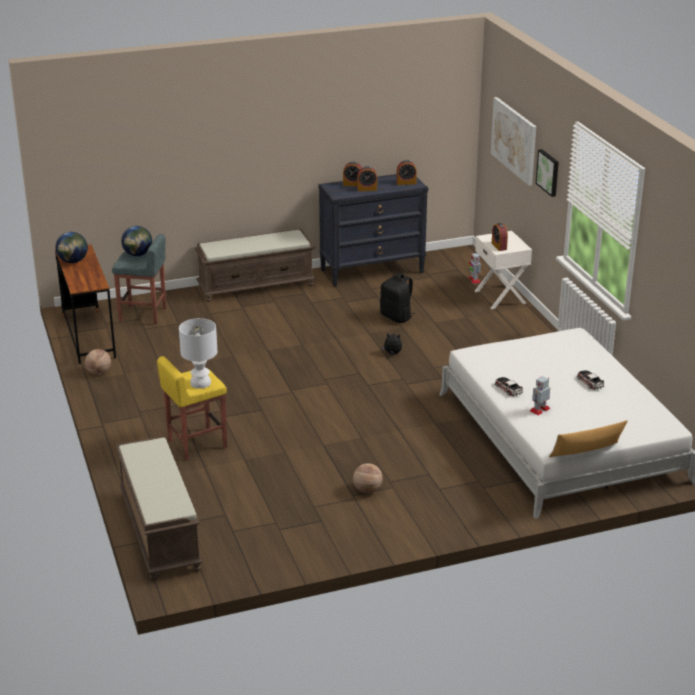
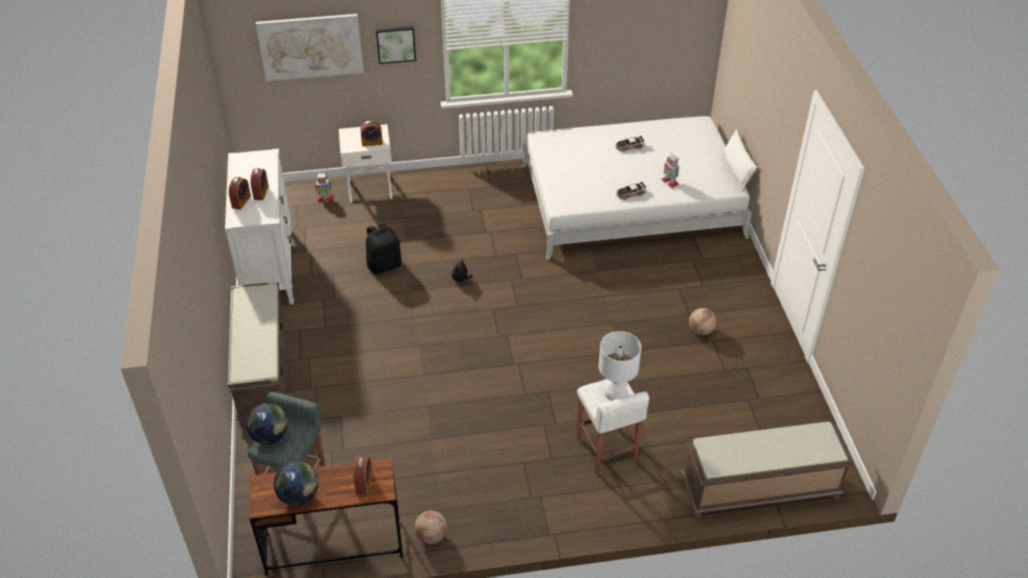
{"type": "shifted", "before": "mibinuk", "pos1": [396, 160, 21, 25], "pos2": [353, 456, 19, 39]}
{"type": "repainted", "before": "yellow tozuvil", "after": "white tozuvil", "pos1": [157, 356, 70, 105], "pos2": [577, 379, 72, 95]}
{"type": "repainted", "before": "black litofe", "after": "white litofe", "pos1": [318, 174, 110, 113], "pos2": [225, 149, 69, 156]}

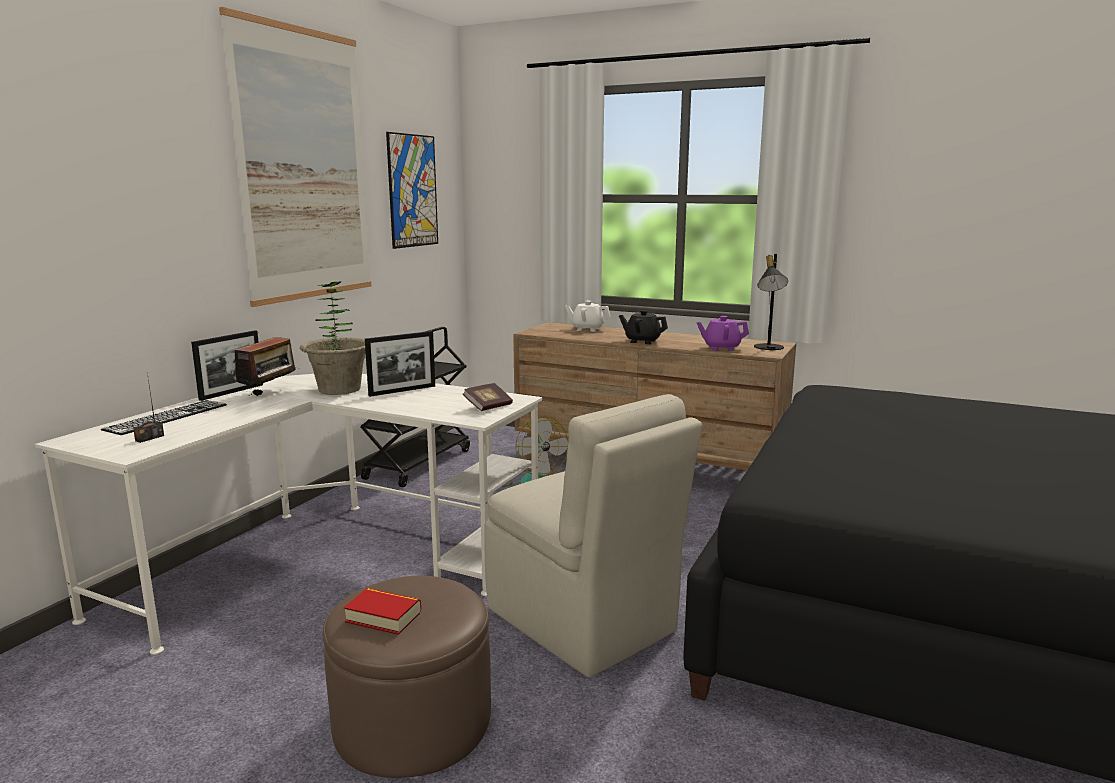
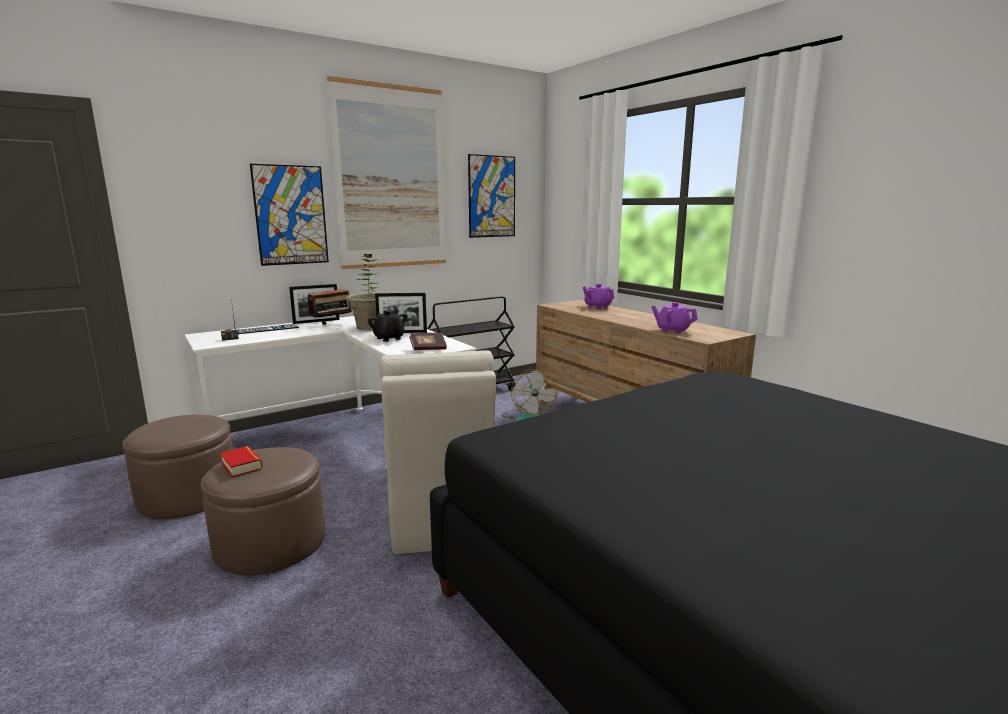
{"type": "gone", "before": "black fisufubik", "pos1": [754, 254, 34, 96]}
{"type": "new", "after": "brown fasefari", "pos2": [123, 415, 110, 104]}
{"type": "new", "after": "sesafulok", "pos2": [250, 164, 79, 102]}
{"type": "shifted", "before": "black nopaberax", "pos1": [619, 310, 49, 34], "pos2": [368, 311, 39, 31]}
{"type": "repainted", "before": "white nopaberax", "after": "purple nopaberax", "pos1": [565, 301, 46, 31], "pos2": [583, 284, 31, 25]}

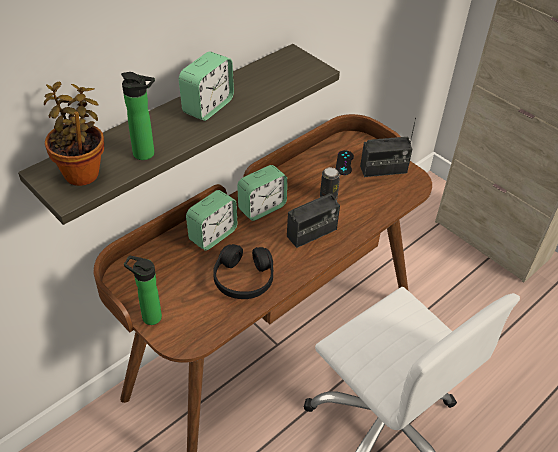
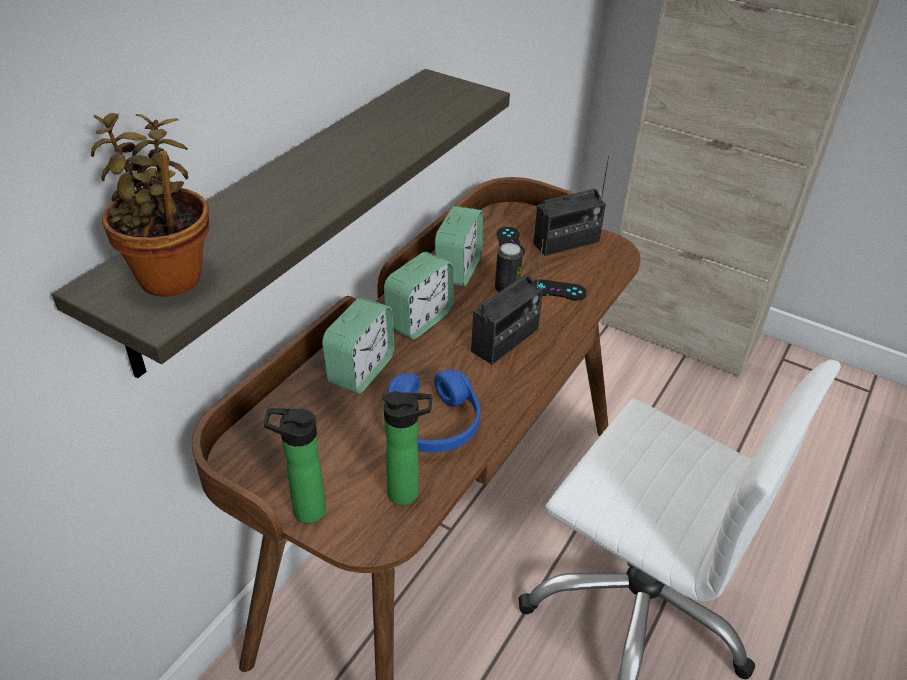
{"type": "new", "after": "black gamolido", "pos2": [533, 279, 54, 22]}
{"type": "shifted", "before": "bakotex", "pos1": [121, 72, 34, 88], "pos2": [382, 391, 50, 114]}
{"type": "shifted", "before": "mibinuk", "pos1": [179, 51, 55, 70], "pos2": [435, 206, 48, 80]}
{"type": "repainted", "before": "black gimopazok", "after": "blue gimopazok", "pos1": [213, 244, 60, 55], "pos2": [387, 369, 93, 84]}

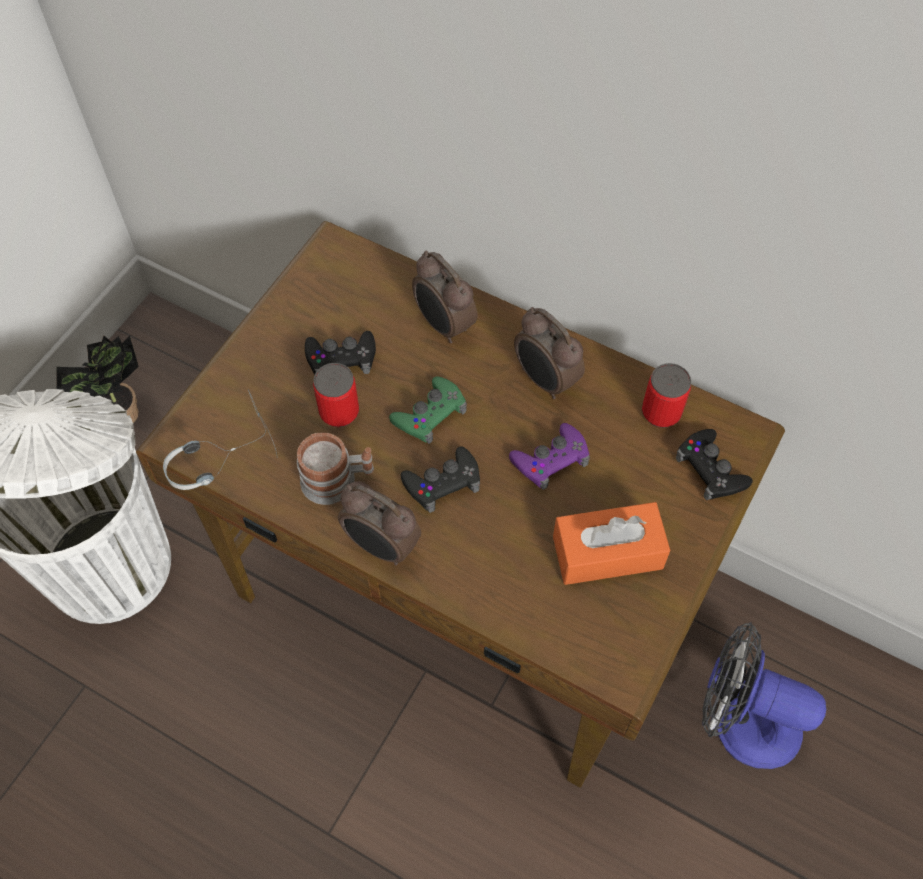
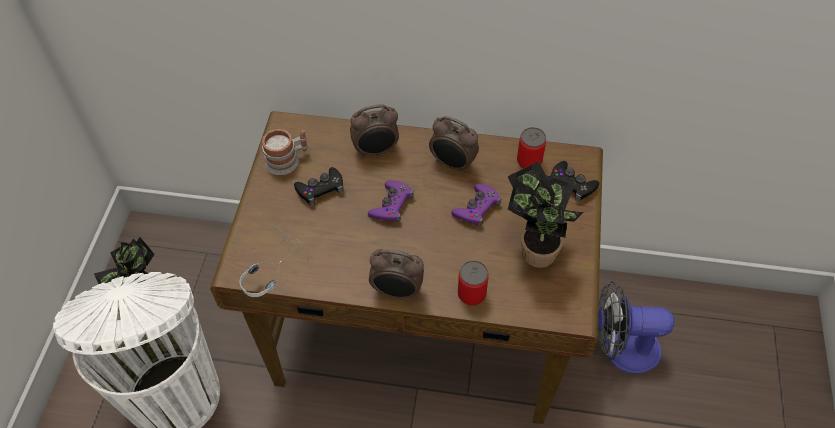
{"type": "gone", "before": "black gamolido", "pos1": [401, 446, 79, 67]}
{"type": "shifted", "before": "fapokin", "pos1": [297, 433, 77, 72], "pos2": [262, 129, 46, 46]}
{"type": "shifted", "before": "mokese", "pos1": [313, 363, 46, 64], "pos2": [458, 261, 31, 44]}
{"type": "swapped", "before": "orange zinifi", "after": "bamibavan", "pos1": [553, 502, 118, 83], "pos2": [507, 161, 77, 107]}
{"type": "repainted", "before": "green gamolido", "after": "purple gamolido", "pos1": [389, 376, 78, 68], "pos2": [368, 181, 46, 41]}
{"type": "rotated", "before": "mibinuk", "pos1": [412, 250, 65, 93], "pos2": [350, 104, 49, 54], "turn": -45}

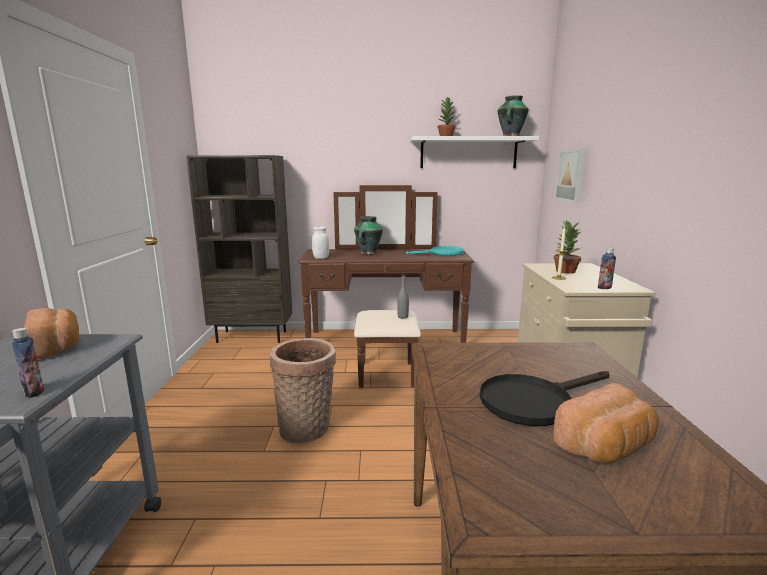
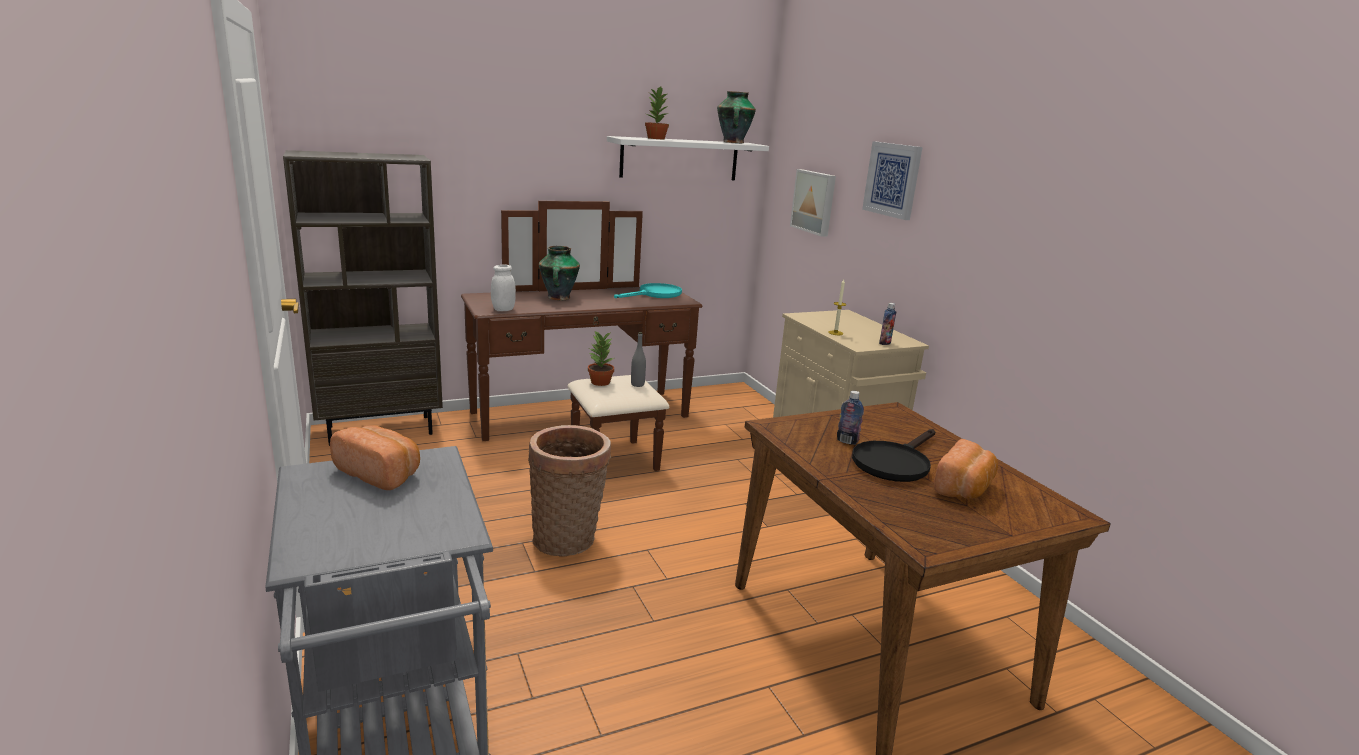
{"type": "new", "after": "sesafulok", "pos2": [862, 141, 61, 79]}
{"type": "shifted", "before": "bakotex", "pos1": [12, 328, 32, 70], "pos2": [837, 391, 27, 54]}
{"type": "shifted", "before": "bamibavan", "pos1": [554, 221, 27, 53], "pos2": [588, 331, 26, 55]}

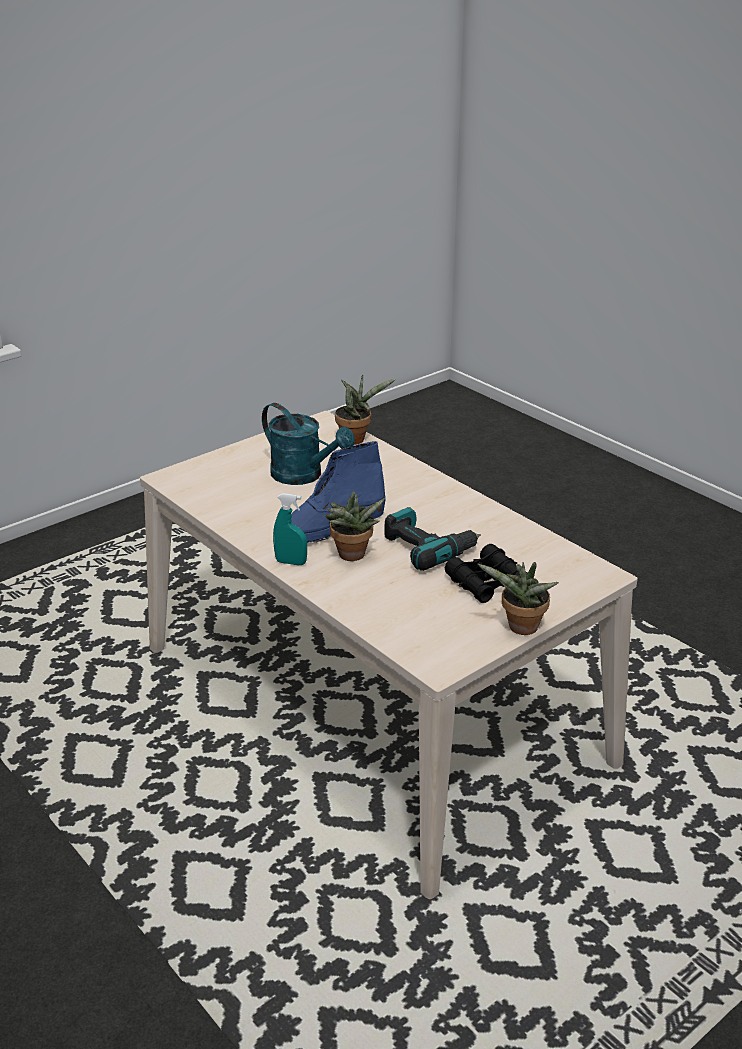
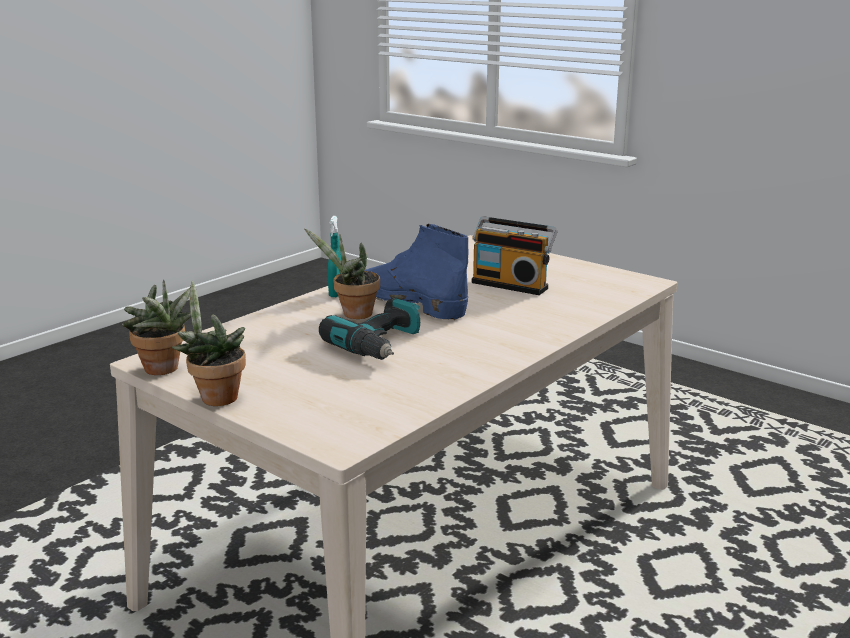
{"type": "gone", "before": "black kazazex", "pos1": [445, 544, 82, 59]}
{"type": "shifted", "before": "bamibavan", "pos1": [335, 375, 61, 70], "pos2": [122, 279, 69, 96]}
{"type": "swapped", "before": "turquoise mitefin", "after": "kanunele", "pos1": [262, 403, 93, 82], "pos2": [472, 216, 85, 79]}

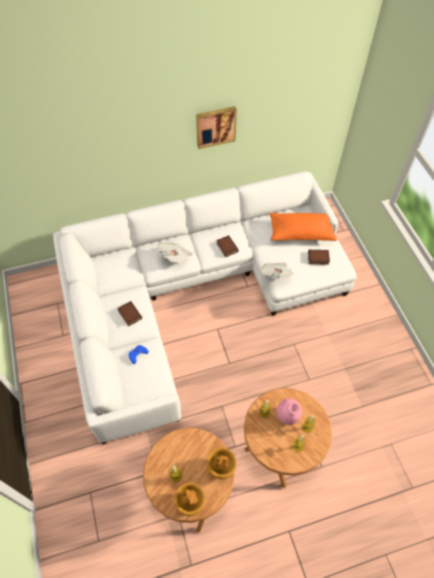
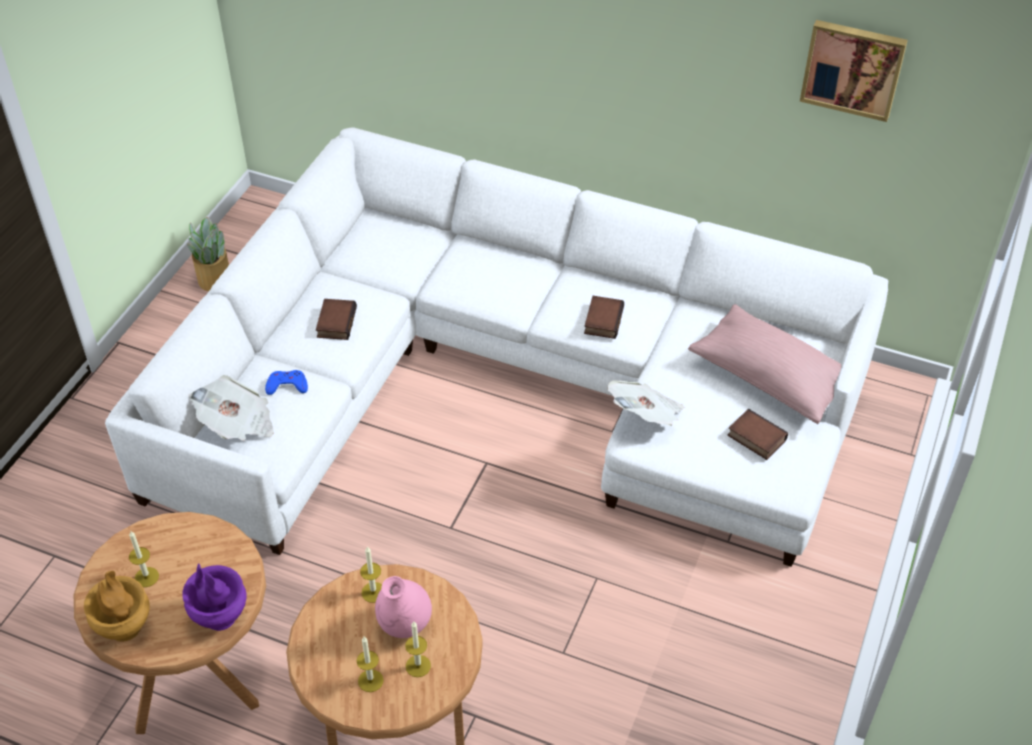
{"type": "new", "after": "bamibavan", "pos2": [187, 217, 42, 74]}
{"type": "shifted", "before": "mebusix", "pos1": [157, 243, 35, 20], "pos2": [189, 375, 85, 66]}
{"type": "shifted", "before": "sesafulok", "pos1": [196, 106, 41, 43], "pos2": [800, 20, 108, 102]}
{"type": "repainted", "before": "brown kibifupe", "after": "purple kibifupe", "pos1": [207, 447, 29, 32], "pos2": [182, 563, 65, 68]}
{"type": "repainted", "before": "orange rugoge", "after": "pink rugoge", "pos1": [270, 213, 67, 28], "pos2": [688, 304, 154, 120]}

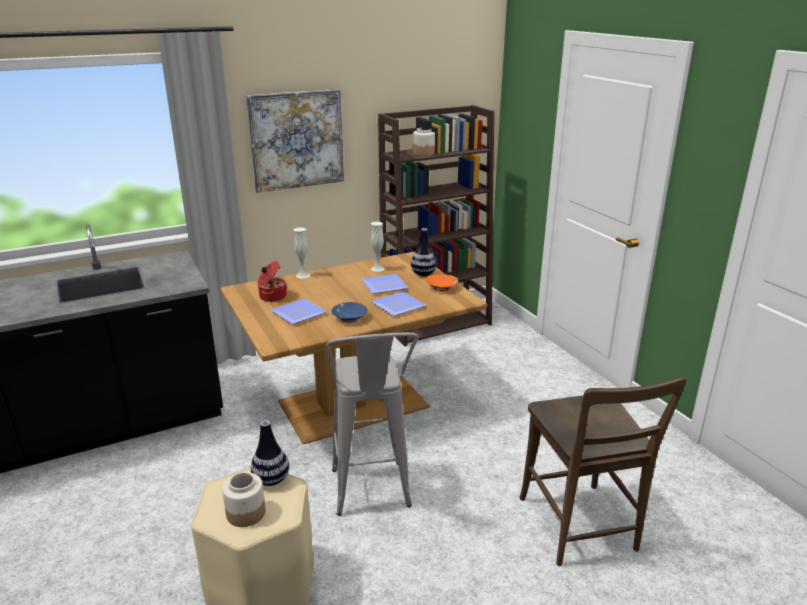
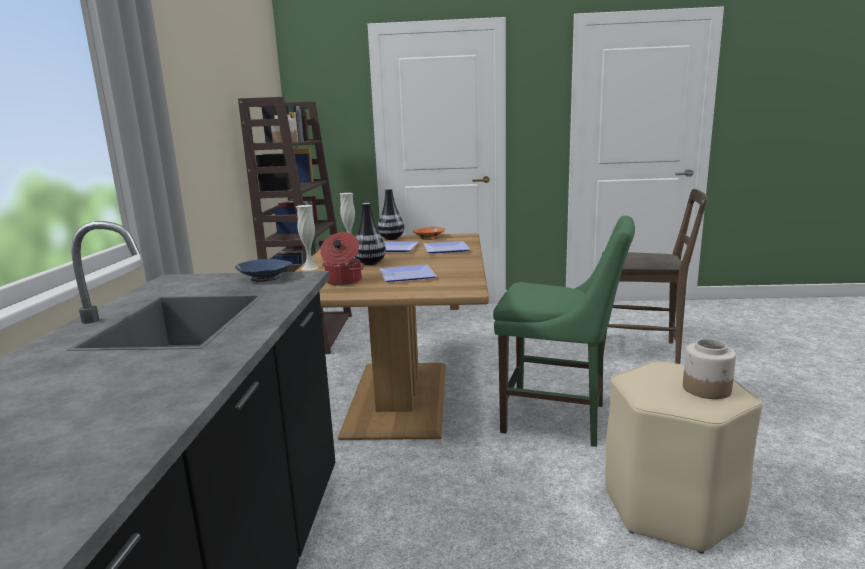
{"type": "gone", "before": "sesafulok", "pos1": [246, 89, 98, 104]}
{"type": "shifted", "before": "kibifupe", "pos1": [251, 420, 38, 66], "pos2": [355, 203, 31, 62]}
{"type": "shifted", "before": "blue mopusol", "pos1": [331, 302, 37, 21], "pos2": [235, 259, 57, 23]}
{"type": "swapped", "before": "grey tozuvil", "after": "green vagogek", "pos1": [326, 332, 93, 184], "pos2": [493, 216, 142, 231]}

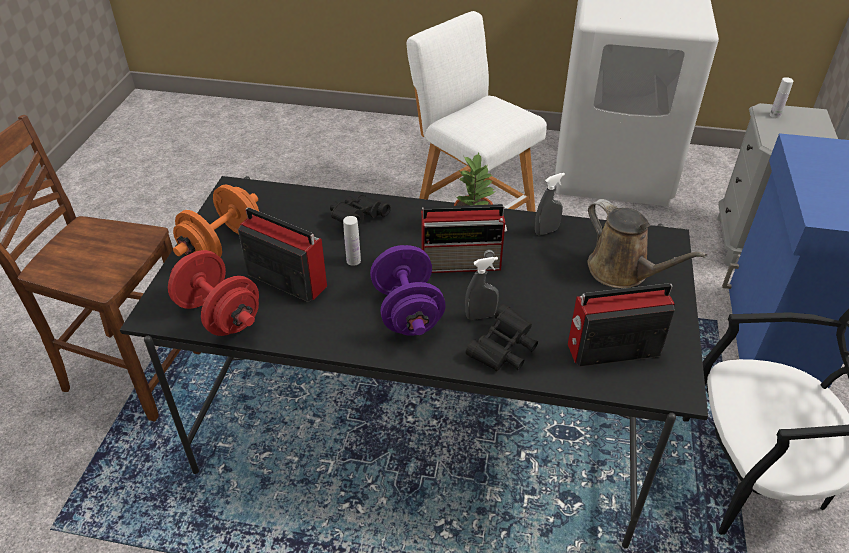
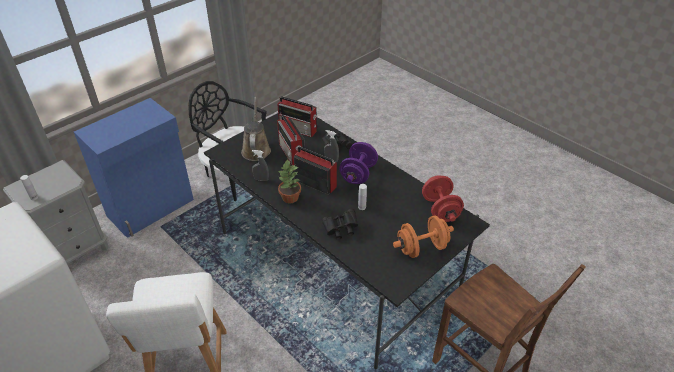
{"type": "shifted", "before": "kanunele", "pos1": [238, 208, 89, 94], "pos2": [277, 114, 28, 51]}

